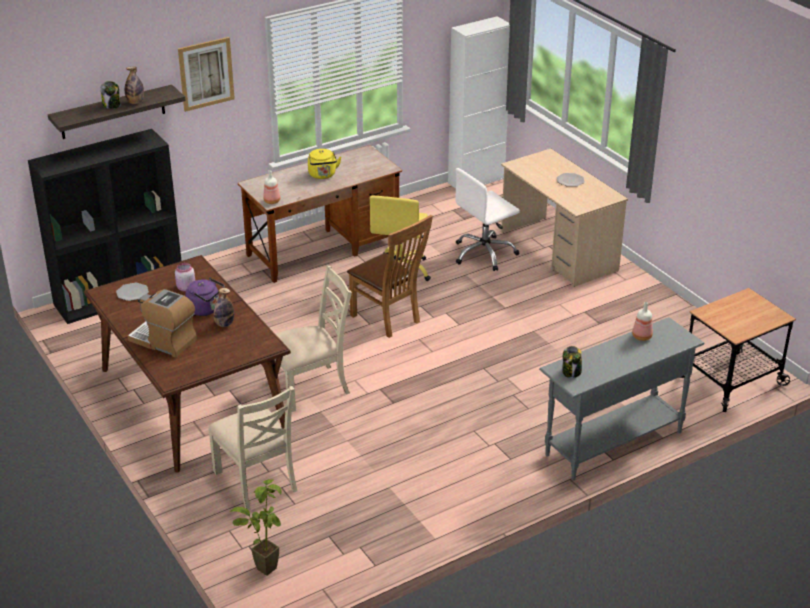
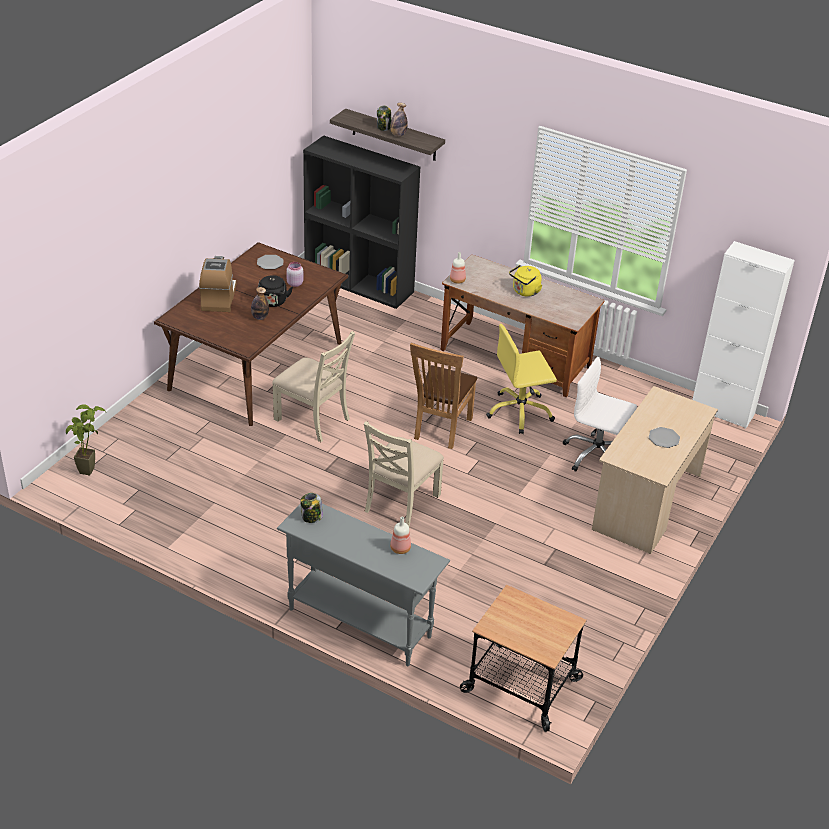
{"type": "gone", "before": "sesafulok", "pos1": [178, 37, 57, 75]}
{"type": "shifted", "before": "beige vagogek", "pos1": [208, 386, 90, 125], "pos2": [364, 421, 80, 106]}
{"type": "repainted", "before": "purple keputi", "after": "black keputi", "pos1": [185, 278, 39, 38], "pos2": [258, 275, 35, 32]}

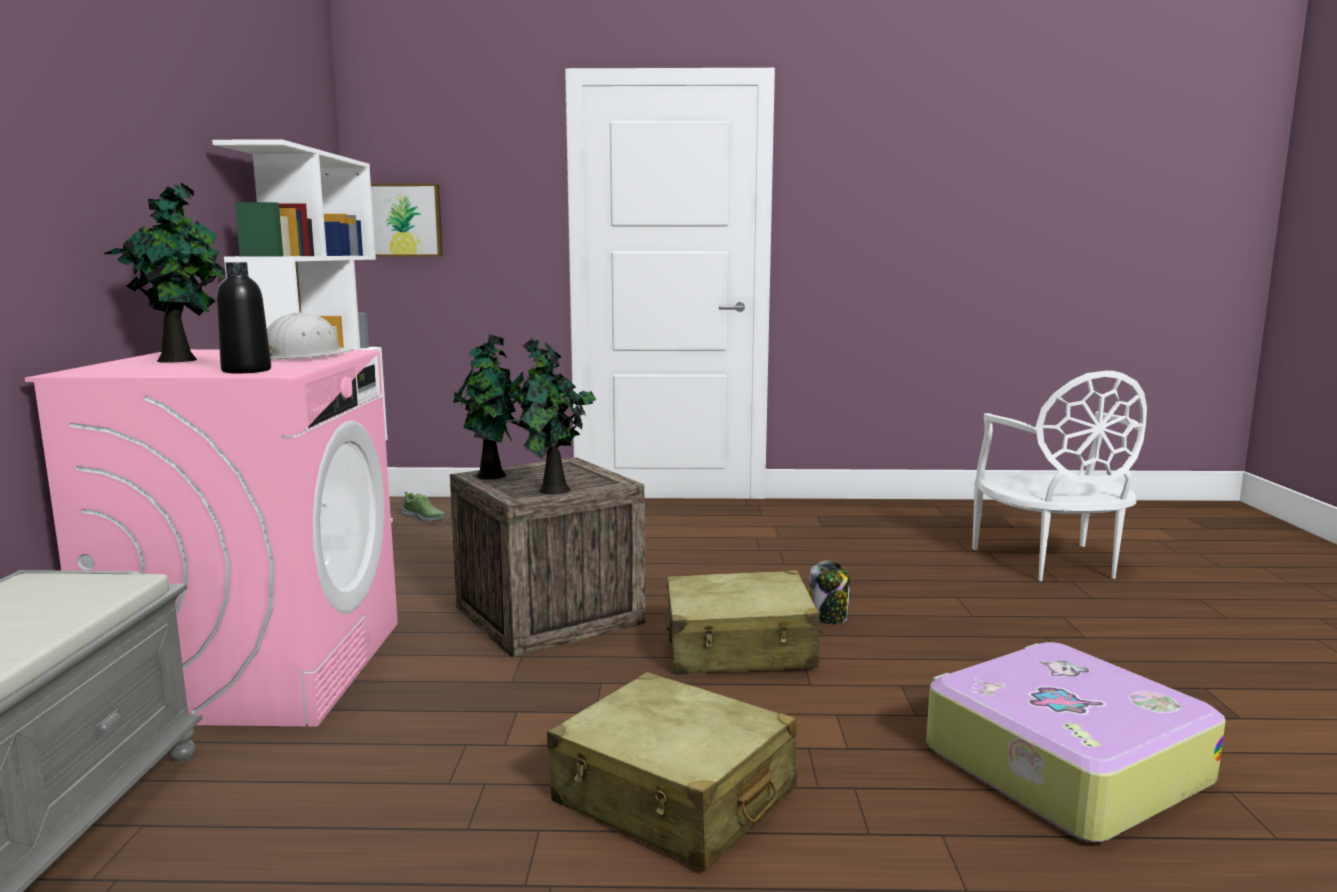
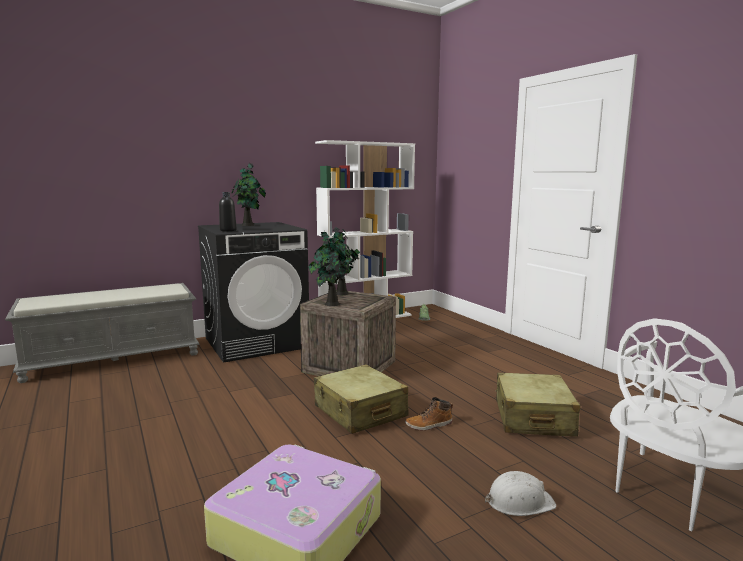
{"type": "gone", "before": "sesafulok", "pos1": [371, 183, 72, 74]}
{"type": "shifted", "before": "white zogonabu", "pos1": [267, 313, 86, 46], "pos2": [485, 471, 71, 45]}
{"type": "shifted", "before": "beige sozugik", "pos1": [547, 672, 250, 198], "pos2": [495, 372, 85, 65]}
{"type": "swapped", "before": "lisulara", "after": "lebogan", "pos1": [808, 561, 42, 63], "pos2": [405, 397, 48, 34]}
{"type": "repainted", "before": "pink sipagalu", "after": "black sipagalu", "pos1": [25, 349, 373, 378], "pos2": [198, 222, 111, 141]}

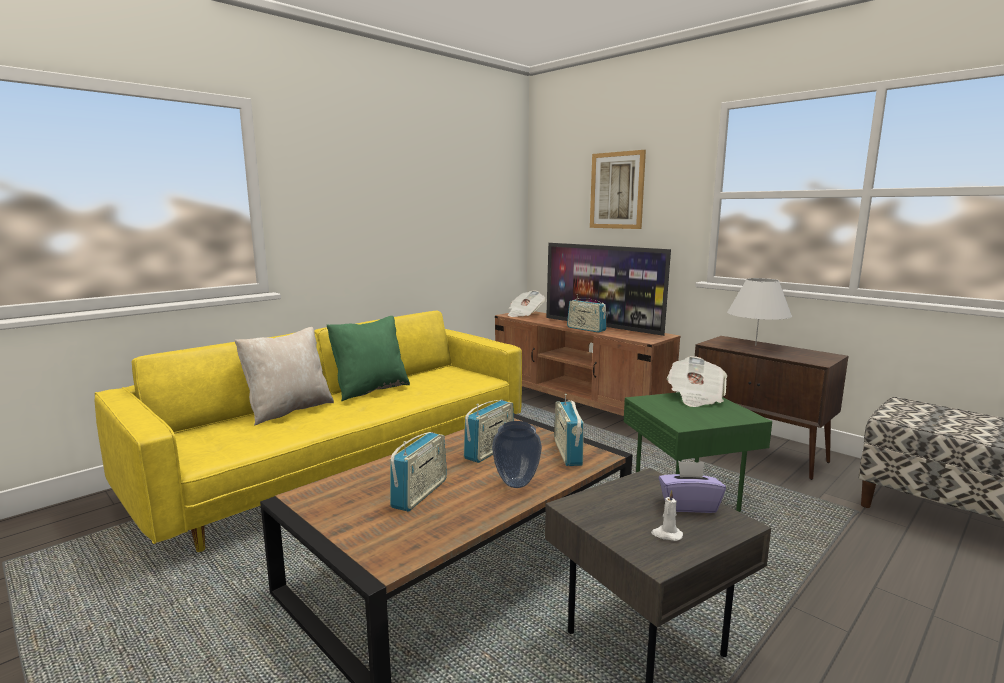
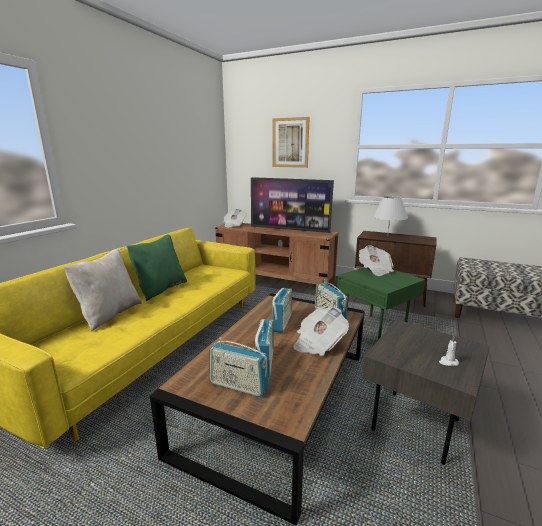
{"type": "gone", "before": "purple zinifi", "pos1": [659, 461, 67, 52]}
{"type": "shifted", "before": "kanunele", "pos1": [567, 294, 39, 39], "pos2": [209, 338, 60, 59]}
{"type": "swapped", "before": "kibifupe", "after": "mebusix", "pos1": [492, 421, 50, 67], "pos2": [293, 307, 56, 49]}

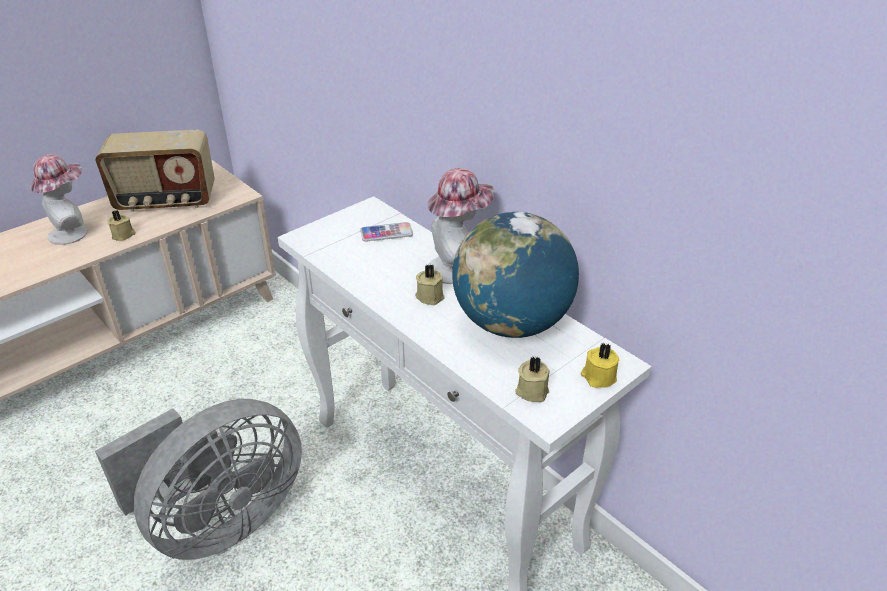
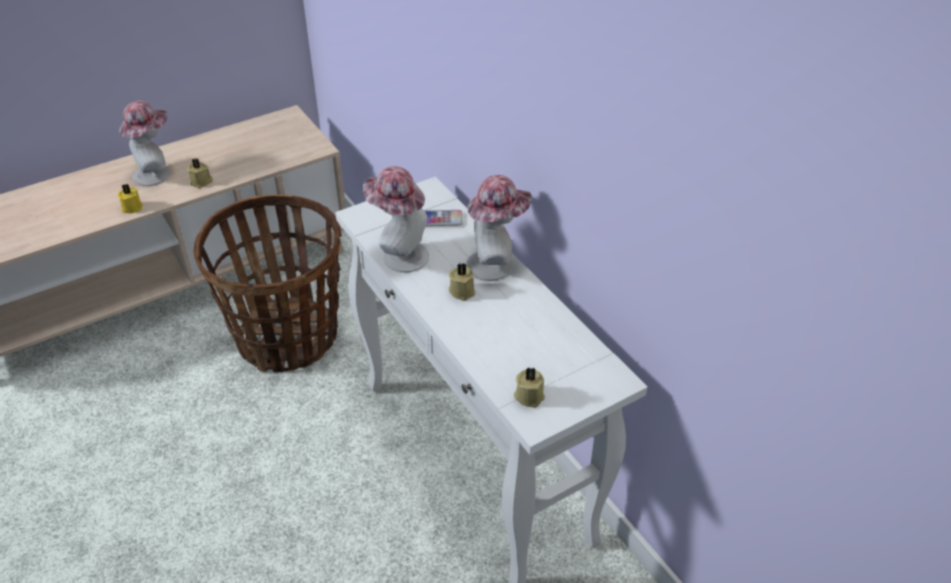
{"type": "gone", "before": "kanunele", "pos1": [95, 130, 120, 82]}
{"type": "gone", "before": "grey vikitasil", "pos1": [95, 399, 207, 161]}
{"type": "gone", "before": "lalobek", "pos1": [452, 212, 127, 126]}
{"type": "new", "after": "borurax", "pos2": [193, 195, 149, 178]}
{"type": "new", "after": "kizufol", "pos2": [363, 166, 66, 106]}
{"type": "shifted", "before": "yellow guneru", "pos1": [581, 343, 38, 45], "pos2": [117, 184, 26, 29]}

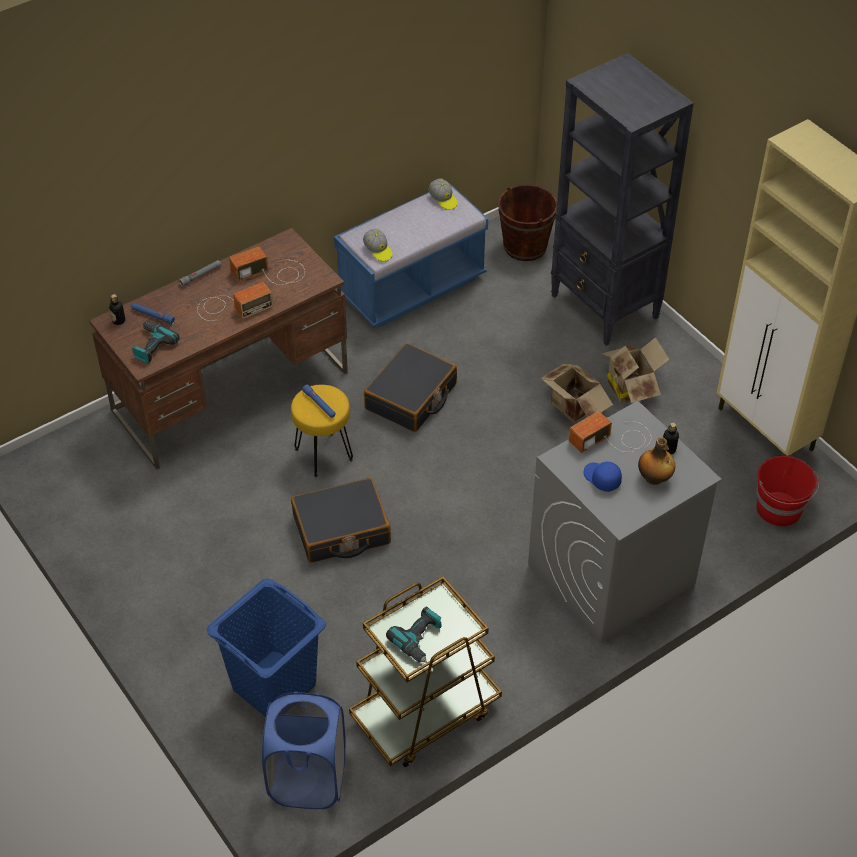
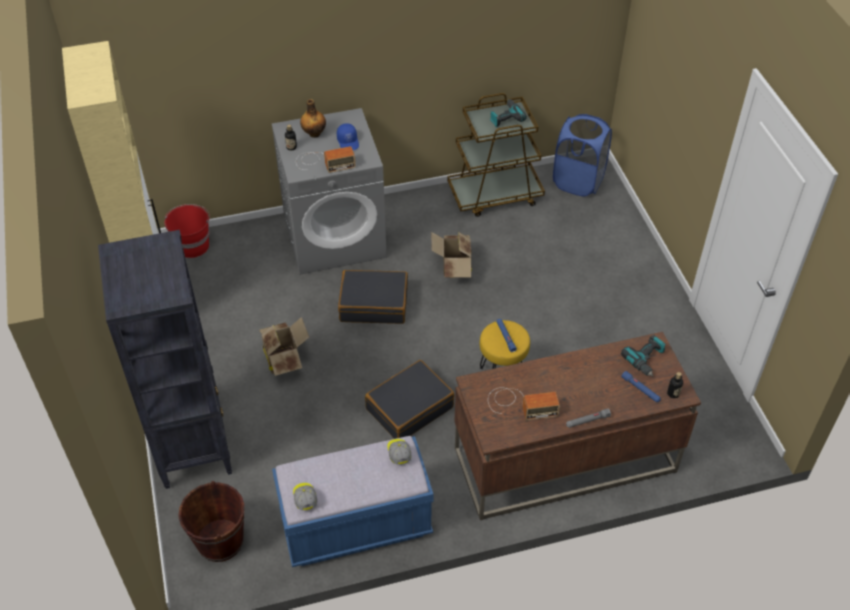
{"type": "gone", "before": "kanunele", "pos1": [197, 282, 76, 39]}
{"type": "gone", "before": "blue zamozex", "pos1": [207, 579, 119, 138]}
{"type": "shifted", "before": "black sozugik", "pos1": [291, 478, 100, 85], "pos2": [338, 270, 70, 54]}
{"type": "shifted", "before": "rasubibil", "pos1": [601, 337, 68, 66], "pos2": [431, 232, 41, 46]}

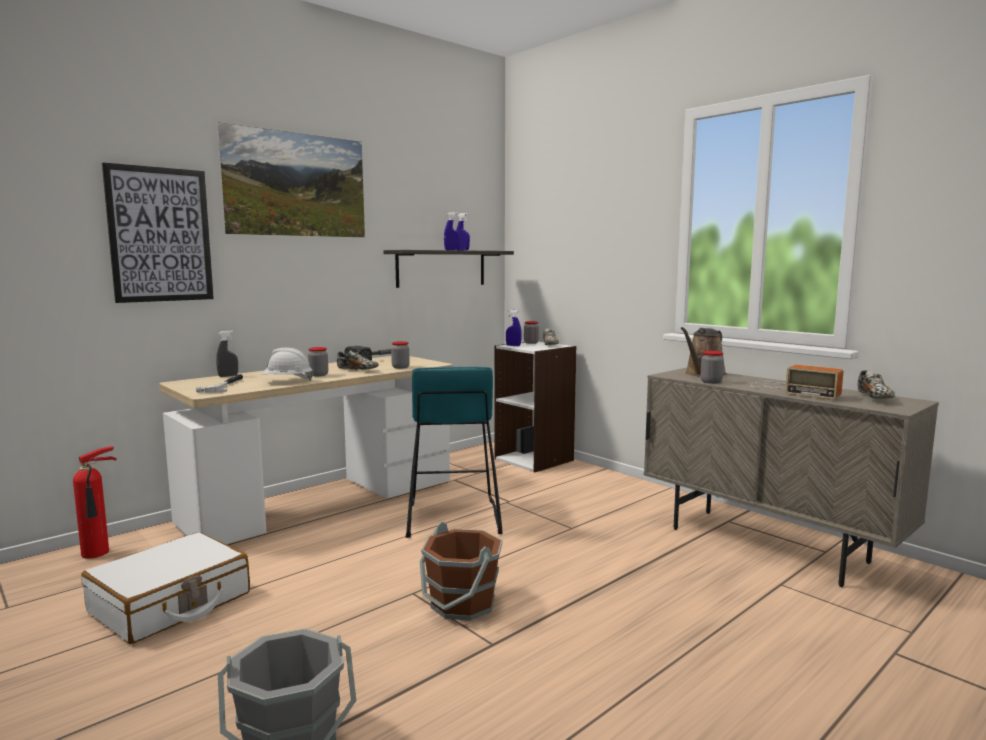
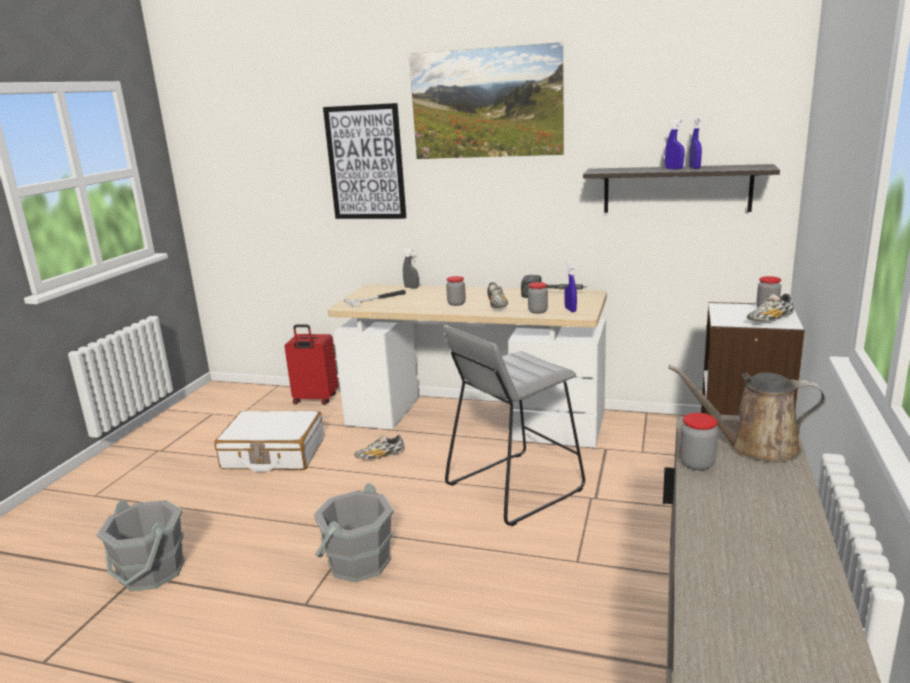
{"type": "gone", "before": "white zogonabu", "pos1": [260, 348, 53, 33]}
{"type": "gone", "before": "kanunele", "pos1": [751, 365, 92, 34]}
{"type": "shifted", "before": "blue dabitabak", "pos1": [506, 309, 16, 37], "pos2": [564, 263, 13, 49]}
{"type": "shifted", "before": "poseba", "pos1": [858, 370, 37, 29], "pos2": [354, 435, 50, 25]}
{"type": "swapped", "before": "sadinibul", "after": "red sozugik", "pos1": [73, 446, 44, 113], "pos2": [284, 325, 54, 80]}
{"type": "repainted", "before": "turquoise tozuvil", "after": "grey tozuvil", "pos1": [406, 367, 97, 171], "pos2": [444, 326, 141, 200]}
{"type": "repainted", "before": "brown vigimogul", "after": "grey vigimogul", "pos1": [420, 522, 83, 98], "pos2": [314, 483, 80, 99]}

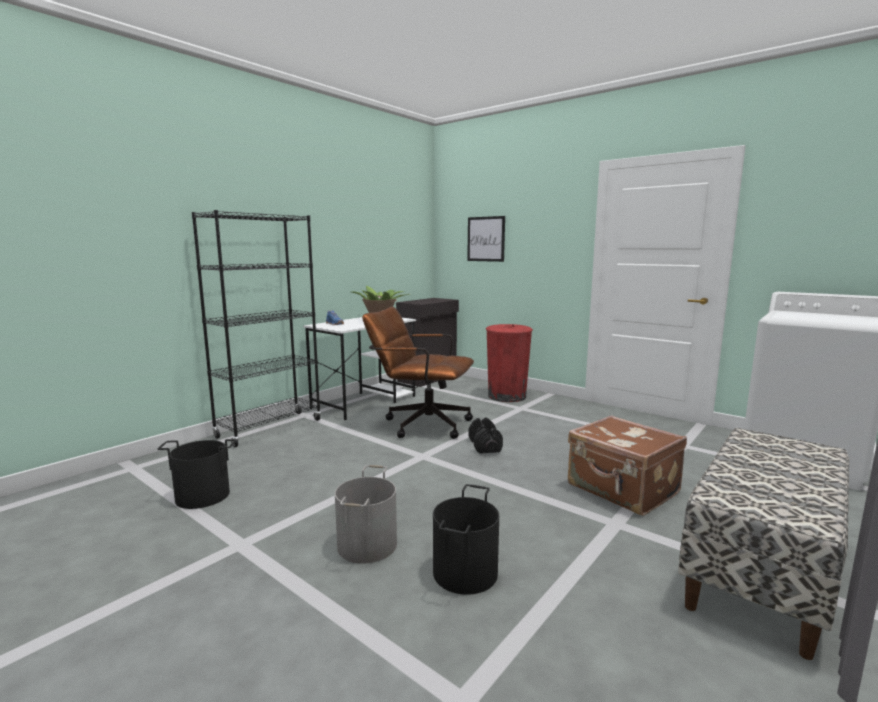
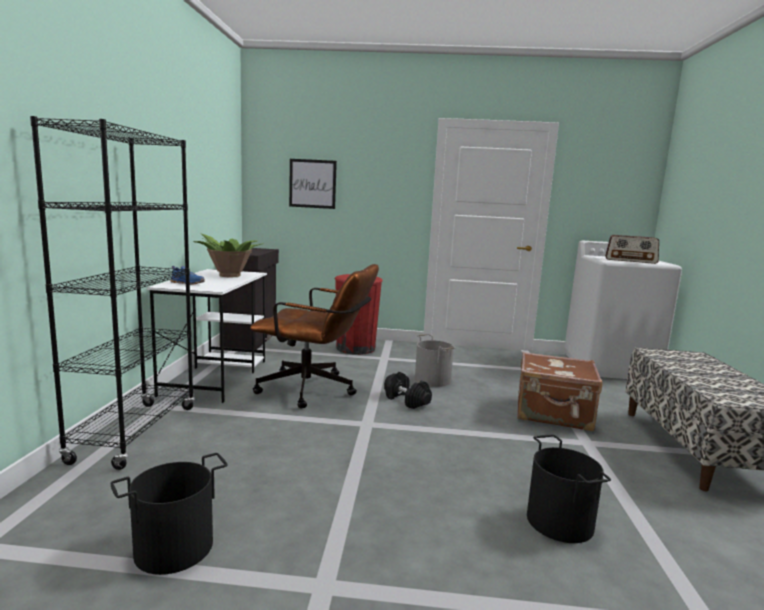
{"type": "new", "after": "kanunele", "pos2": [605, 235, 54, 29]}
{"type": "shifted", "before": "grey vigimogul", "pos1": [335, 465, 62, 99], "pos2": [415, 334, 41, 53]}
{"type": "rotated", "before": "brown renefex", "pos1": [362, 307, 112, 132], "pos2": [250, 264, 129, 145], "turn": -150}

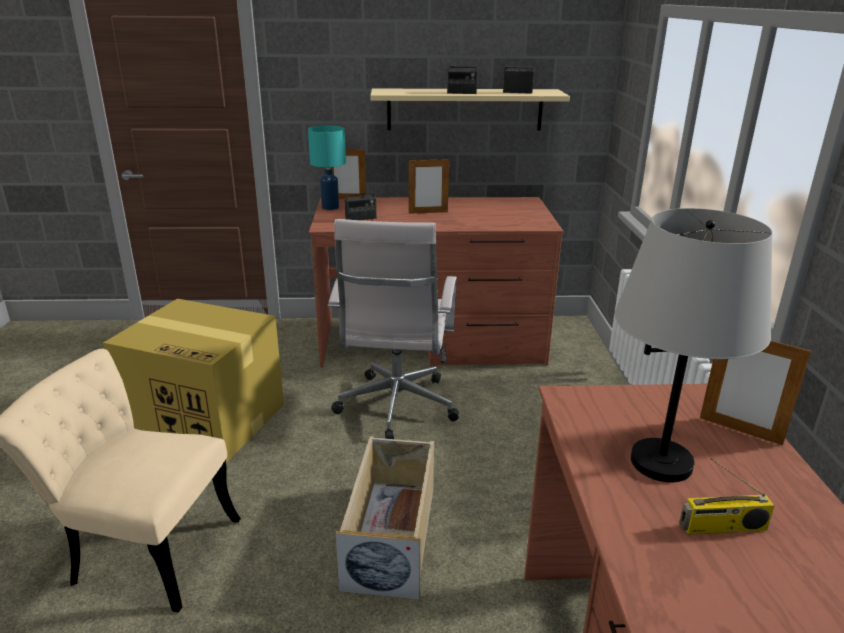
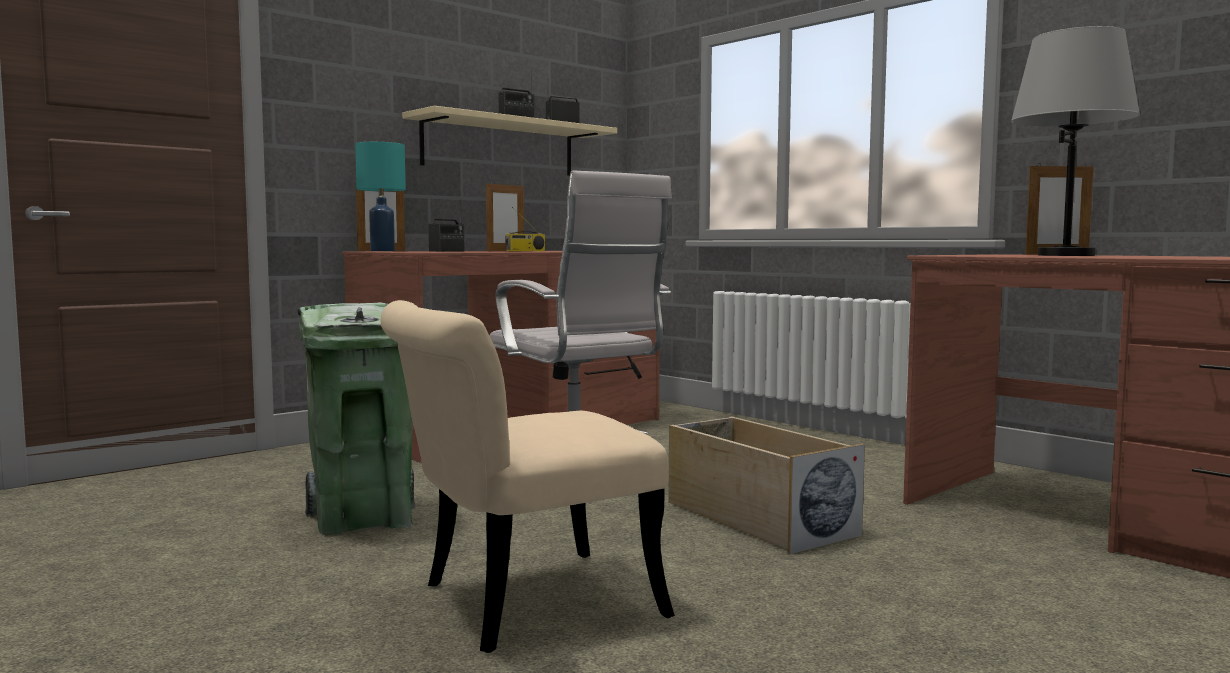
{"type": "shifted", "before": "kanunele", "pos1": [679, 458, 95, 77], "pos2": [505, 207, 40, 44]}
{"type": "swapped", "before": "rasubibil", "after": "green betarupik", "pos1": [103, 299, 181, 164], "pos2": [297, 302, 119, 233]}

